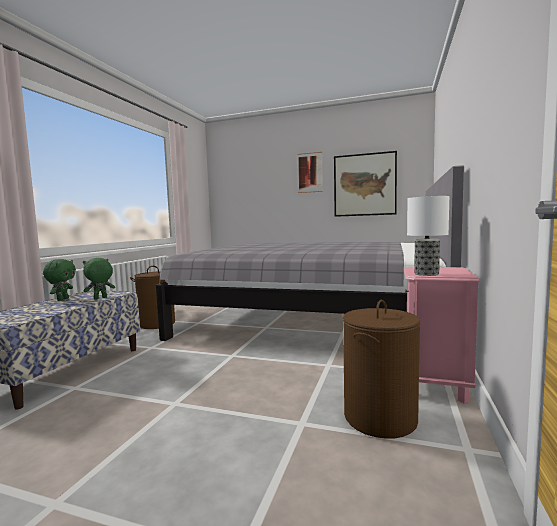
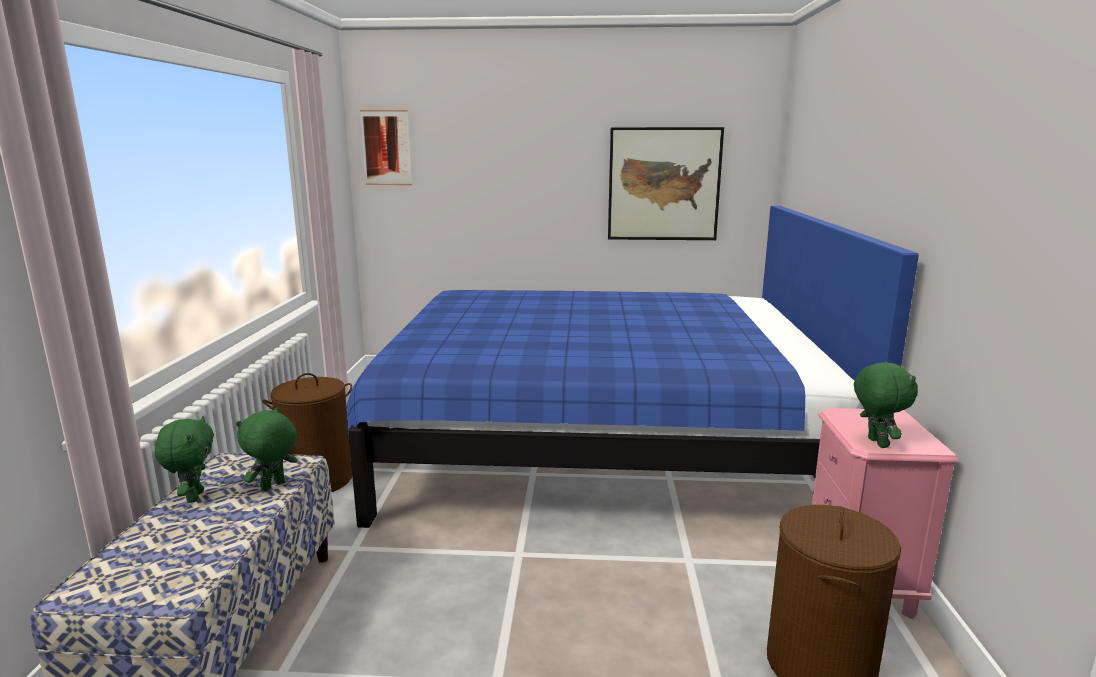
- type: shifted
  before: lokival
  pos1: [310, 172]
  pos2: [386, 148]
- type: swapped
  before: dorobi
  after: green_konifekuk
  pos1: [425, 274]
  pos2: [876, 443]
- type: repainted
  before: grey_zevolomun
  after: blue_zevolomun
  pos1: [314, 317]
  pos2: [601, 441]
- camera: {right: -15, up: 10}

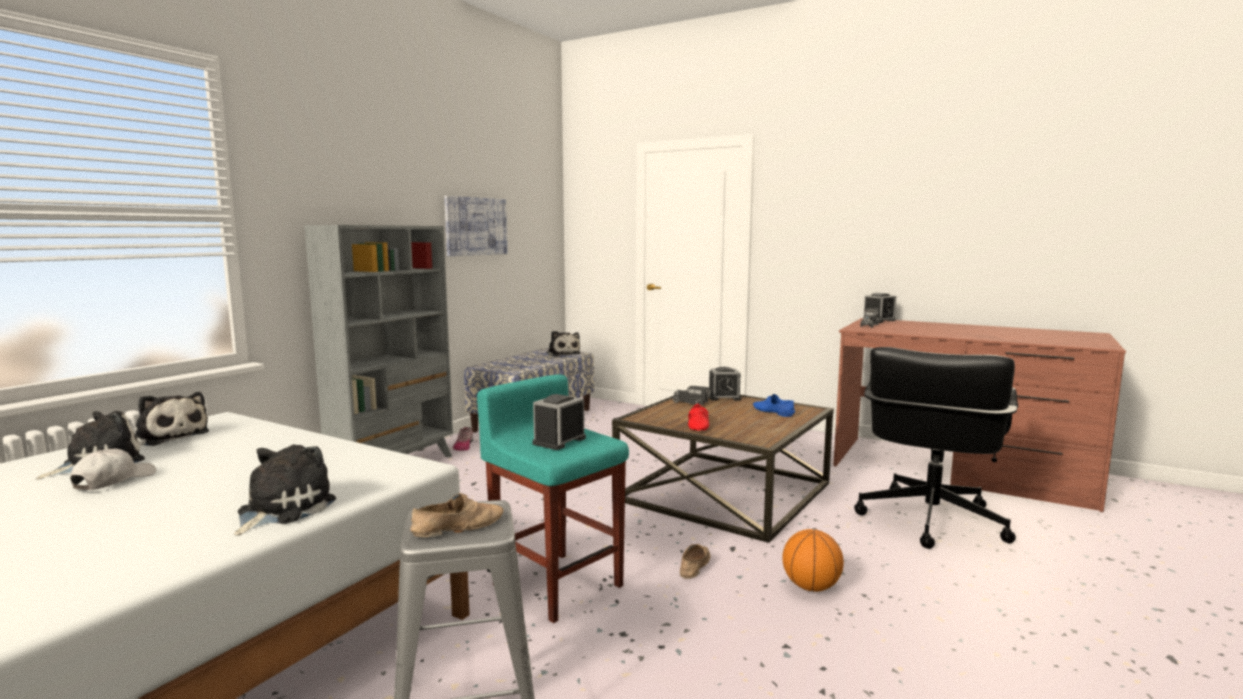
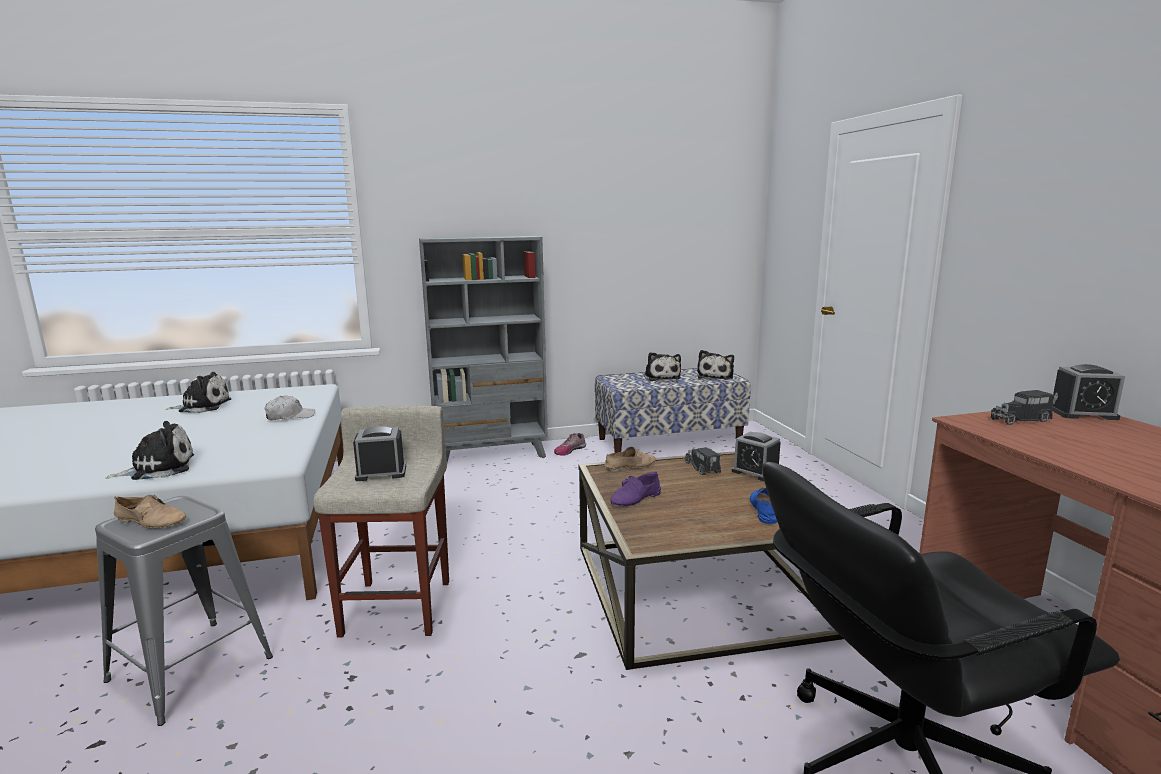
- type: gone
  before: lokival
  pos1: [476, 226]
- type: gone
  before: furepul
  pos1: [811, 587]
- type: shifted
  before: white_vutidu
  pos1: [114, 480]
  pos2: [290, 416]
- type: shifted
  before: konifekuk
  pos1: [170, 436]
  pos2: [661, 377]
- type: shifted
  before: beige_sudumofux
  pos1: [693, 565]
  pos2: [629, 466]
- type: repainted
  before: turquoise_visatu
  after: beige_visatu
  pos1: [556, 584]
  pos2: [398, 606]
- type: repainted
  before: red_sudumofux
  after: purple_sudumofux
  pos1: [699, 425]
  pos2: [636, 498]
- camera: {right: 45, up: 5}

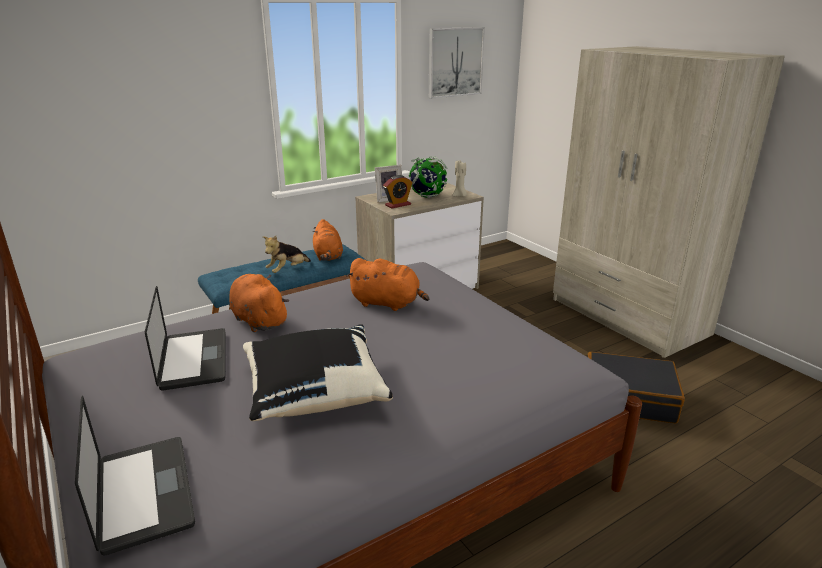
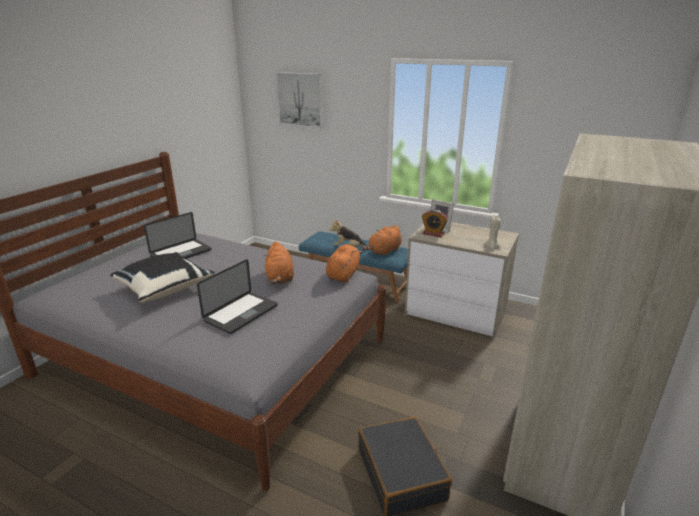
- type: gone
  before: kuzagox
  pos1: [427, 196]
- type: shifted
  before: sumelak
  pos1: [144, 493]
  pos2: [241, 313]
- type: shifted
  before: orange_konifekuk
  pos1: [258, 320]
  pos2: [343, 274]
- type: shifted
  before: lokival
  pos1: [455, 62]
  pos2: [300, 100]
- camera: {right: 60, up: 0}

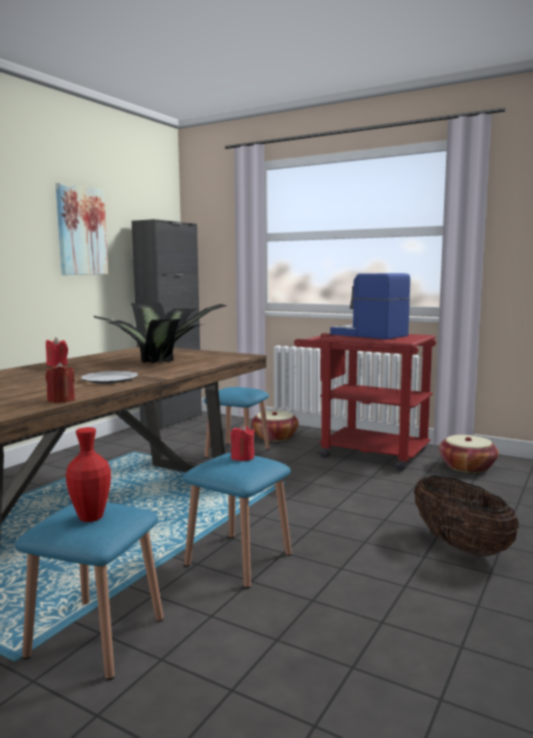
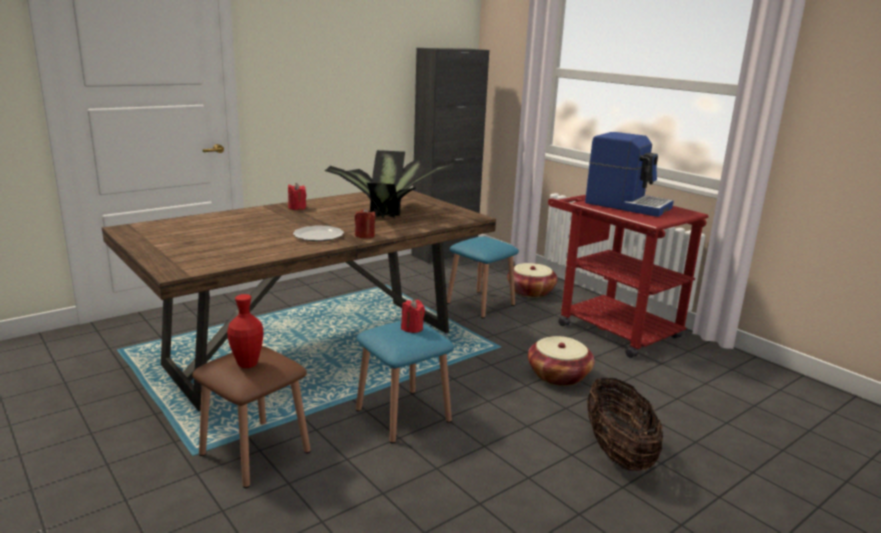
- type: gone
  before: lokival
  pos1: [81, 231]
- type: shifted
  before: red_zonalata
  pos1: [61, 400]
  pos2: [365, 236]
- type: shifted
  before: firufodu
  pos1: [467, 467]
  pos2: [558, 375]
- type: repainted
  before: blue_visatu
  after: brown_visatu
  pos1: [96, 637]
  pos2: [255, 452]
- type: rotated
  before: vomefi
  pos1: [369, 335]
  pos2: [627, 205]
  turn: 150
- camera: {right: 20, up: 10}

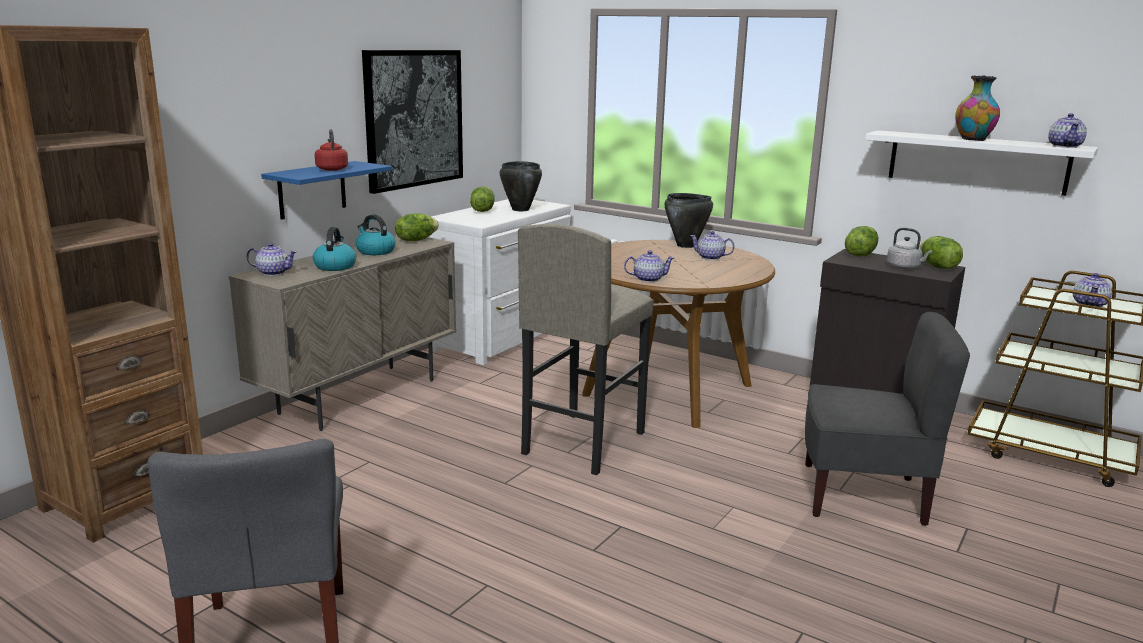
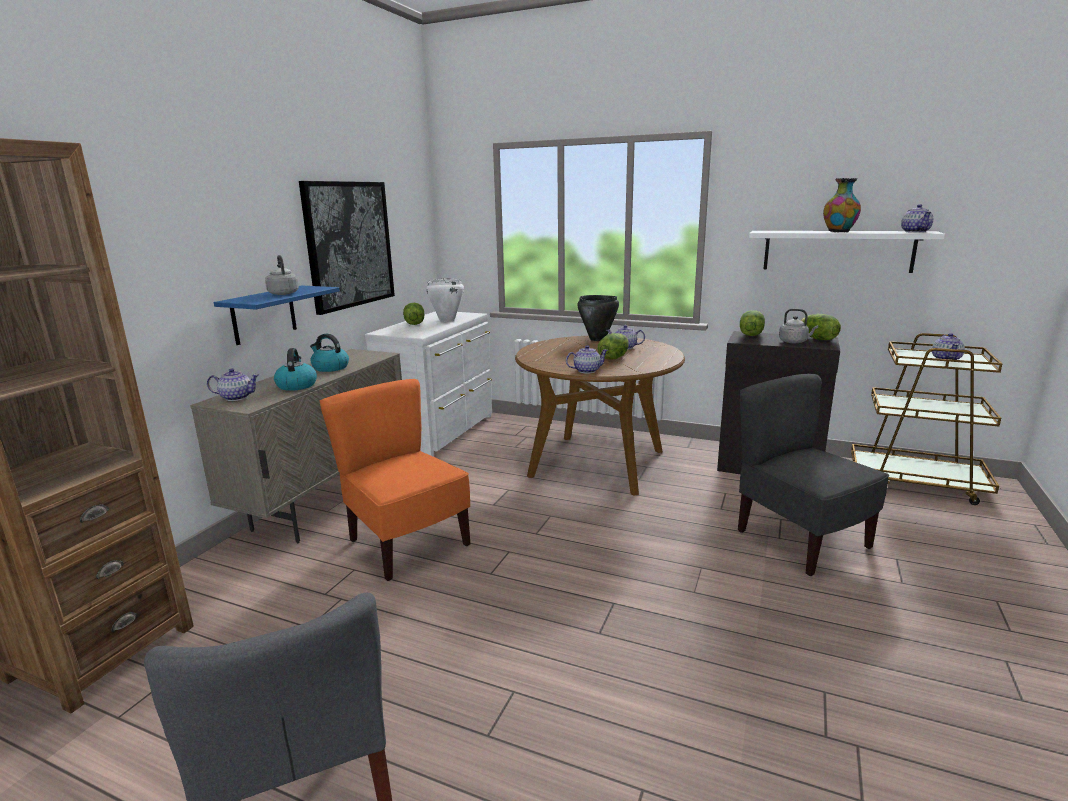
- type: gone
  before: grey_visatu
  pos1: [582, 443]
- type: new
  after: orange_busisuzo
  pos2: [406, 544]
- type: shifted
  before: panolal
  pos1: [416, 240]
  pos2: [613, 358]
- type: repainted
  before: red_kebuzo
  after: grey_kebuzo
  pos1: [332, 169]
  pos2: [283, 293]
- type: repainted
  before: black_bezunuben
  after: white_bezunuben
  pos1: [520, 209]
  pos2: [446, 320]
- type: rotated
  before: grey_busisuzo
  pos1: [863, 495]
  pos2: [800, 540]
  turn: -120
- camera: {right: -10, up: 0}

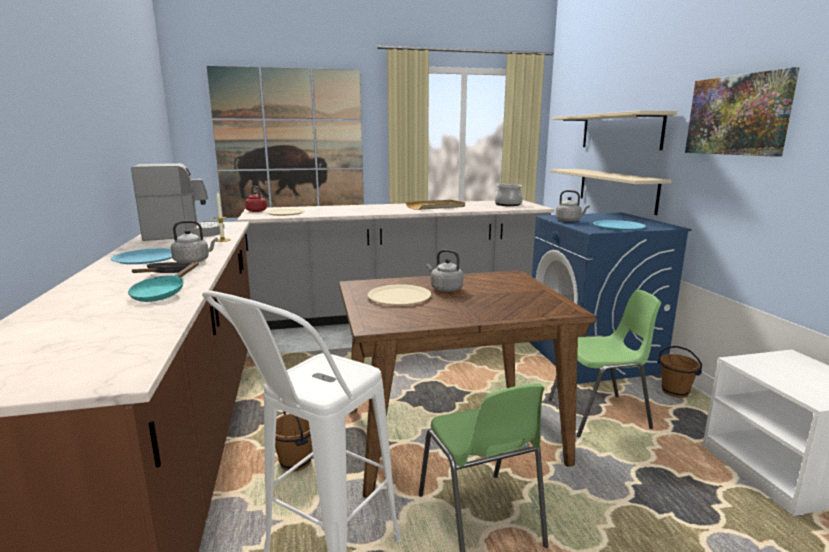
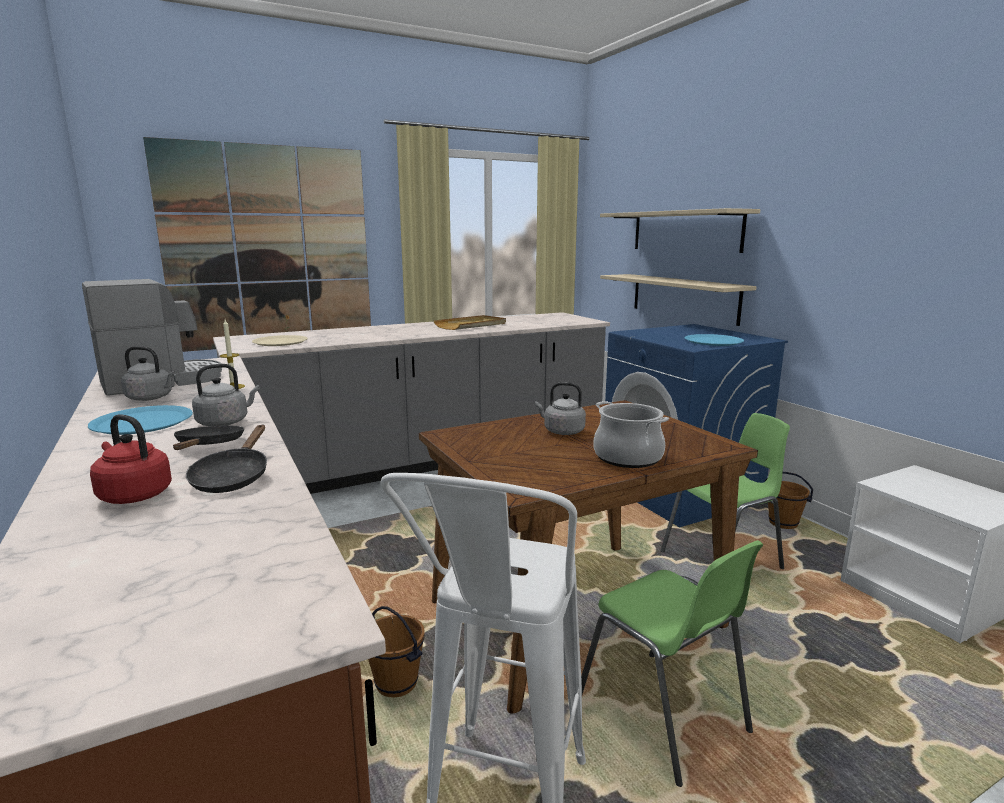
- type: gone
  before: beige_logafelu
  pos1: [399, 296]
- type: gone
  before: lokival
  pos1: [737, 115]
- type: shifted
  before: red_kebuzo
  pos1: [255, 211]
  pos2: [133, 495]
- type: shifted
  before: bezunuben
  pos1: [508, 204]
  pos2: [628, 457]
- type: shifted
  before: grey_kebuzo
  pos1: [569, 221]
  pos2: [151, 398]
- type: repainted
  before: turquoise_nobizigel
  after: black_nobizigel
  pos1: [162, 294]
  pos2: [233, 477]
- camera: {right: -15, up: 0}

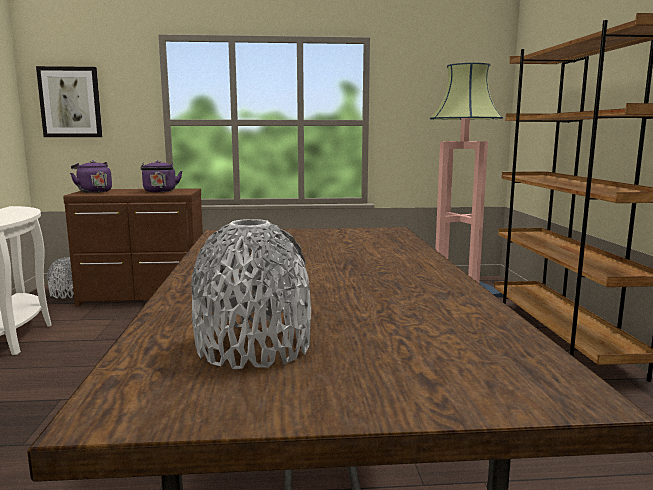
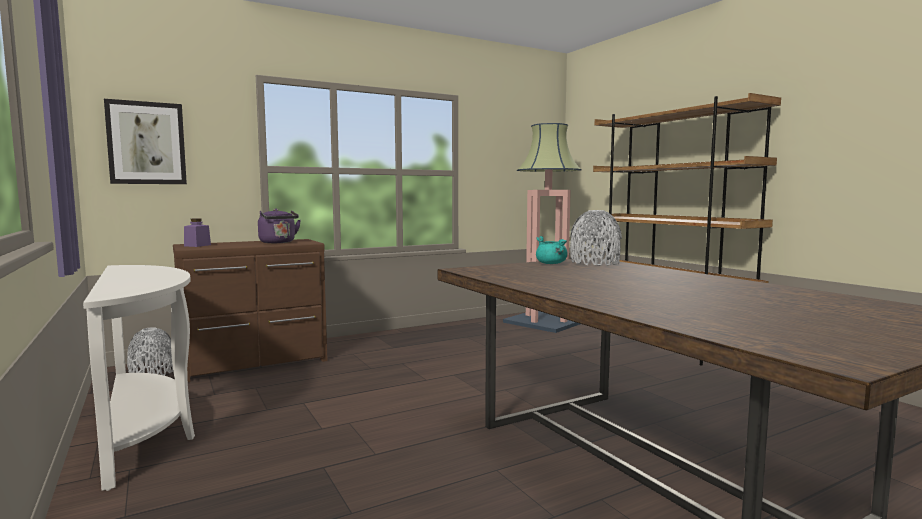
- type: new
  after: turquoise_bezunuben
  pos2: [551, 263]
- type: shifted
  before: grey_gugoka
  pos1: [253, 346]
  pos2: [594, 263]
- type: swapped
  before: purple_kebuzo
  after: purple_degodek
  pos1: [93, 191]
  pos2: [197, 245]
- camera: {right: -25, up: -5}

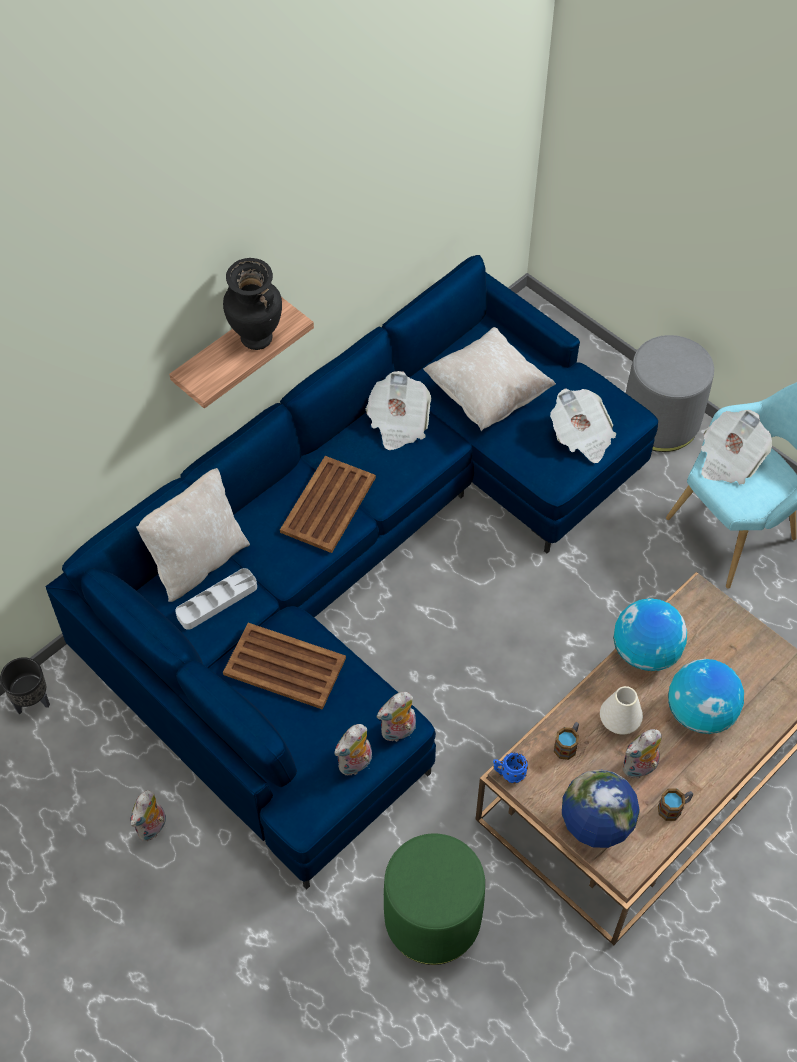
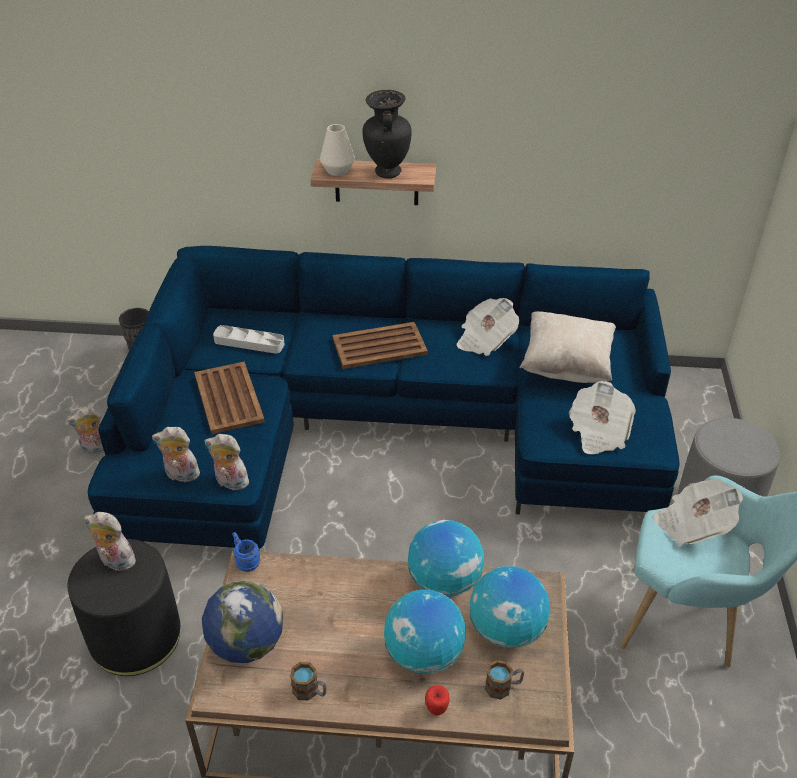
- type: gone
  before: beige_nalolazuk
  pos1: [198, 561]
- type: new
  after: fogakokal
  pos2: [436, 709]
- type: new
  after: kuzagox
  pos2: [506, 630]
- type: shifted
  before: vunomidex
  pos1: [567, 745]
  pos2: [503, 687]
- type: shifted
  before: white_gugoka
  pos1: [619, 721]
  pos2: [338, 170]
- type: shifted
  before: konifekuk
  pos1: [639, 768]
  pos2: [115, 562]
- type: repainted
  before: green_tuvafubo
  after: black_tuvafubo
  pos1: [432, 919]
  pos2: [136, 637]
- camera: {right: 50, up: -15}

